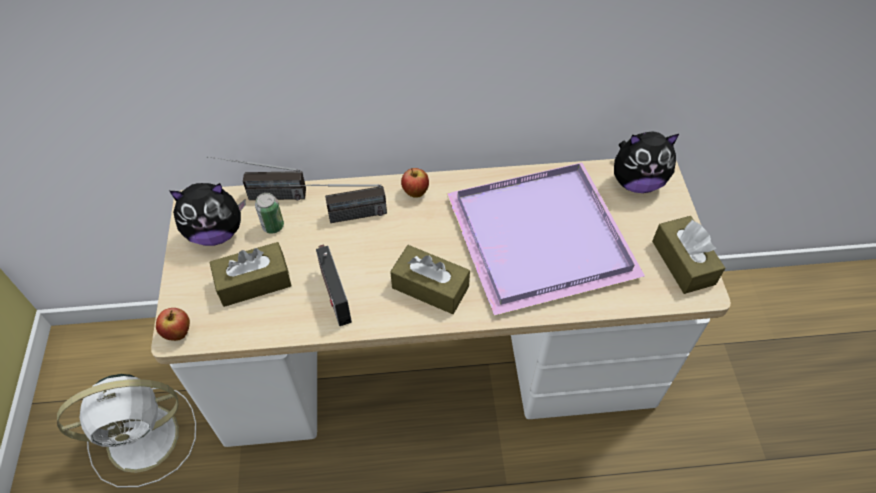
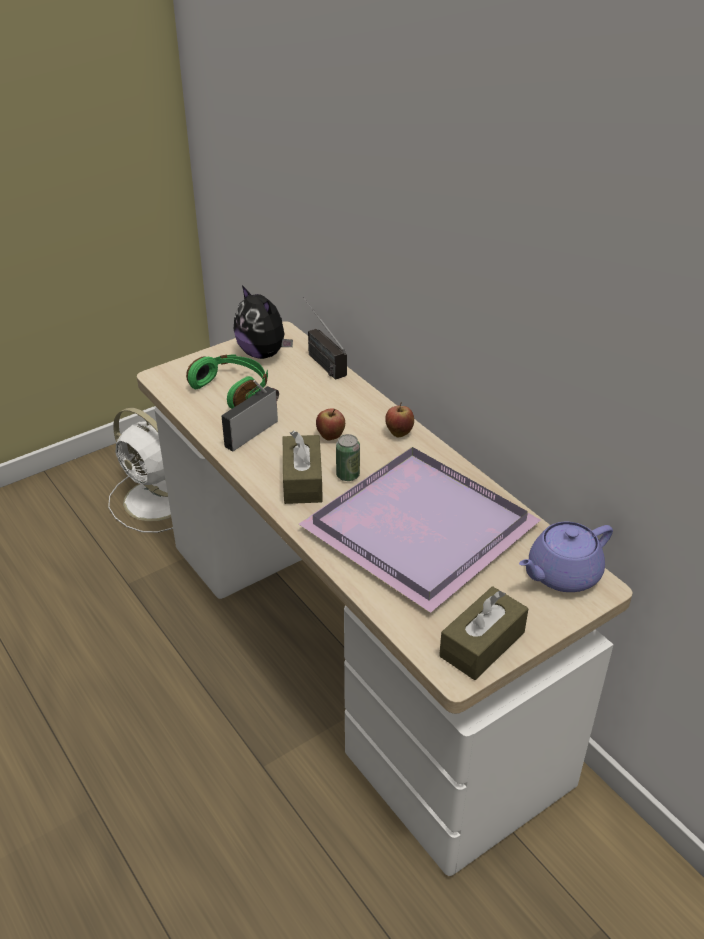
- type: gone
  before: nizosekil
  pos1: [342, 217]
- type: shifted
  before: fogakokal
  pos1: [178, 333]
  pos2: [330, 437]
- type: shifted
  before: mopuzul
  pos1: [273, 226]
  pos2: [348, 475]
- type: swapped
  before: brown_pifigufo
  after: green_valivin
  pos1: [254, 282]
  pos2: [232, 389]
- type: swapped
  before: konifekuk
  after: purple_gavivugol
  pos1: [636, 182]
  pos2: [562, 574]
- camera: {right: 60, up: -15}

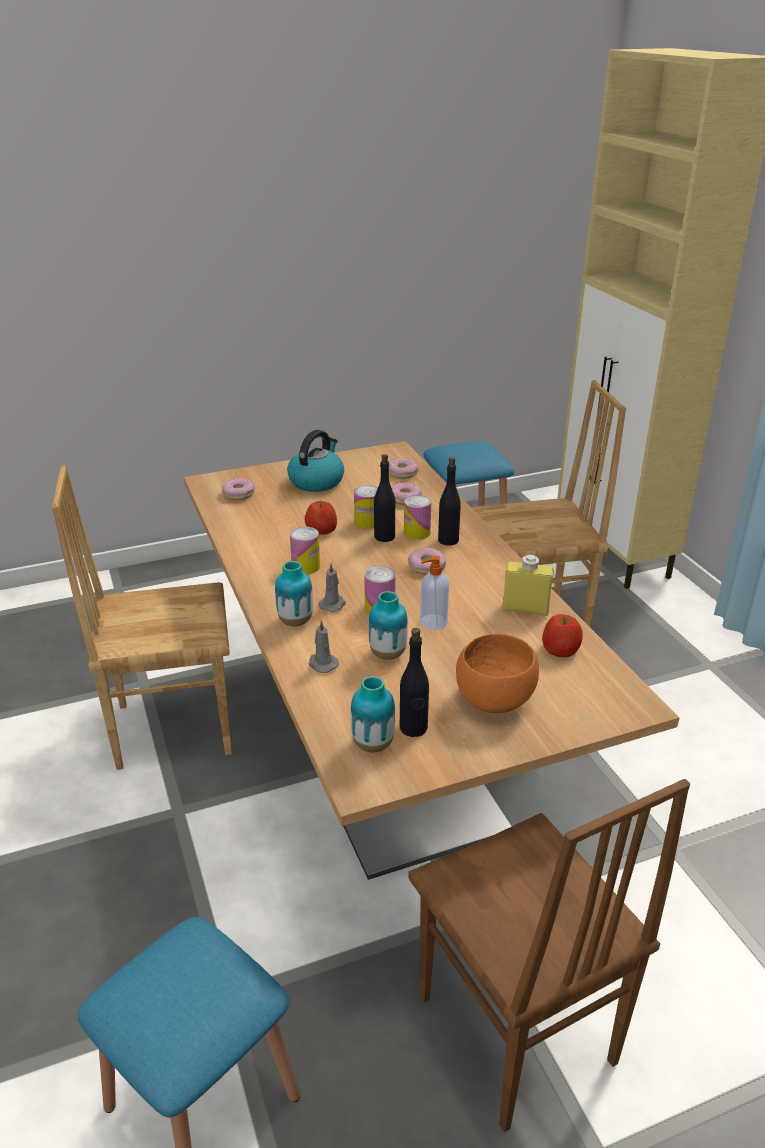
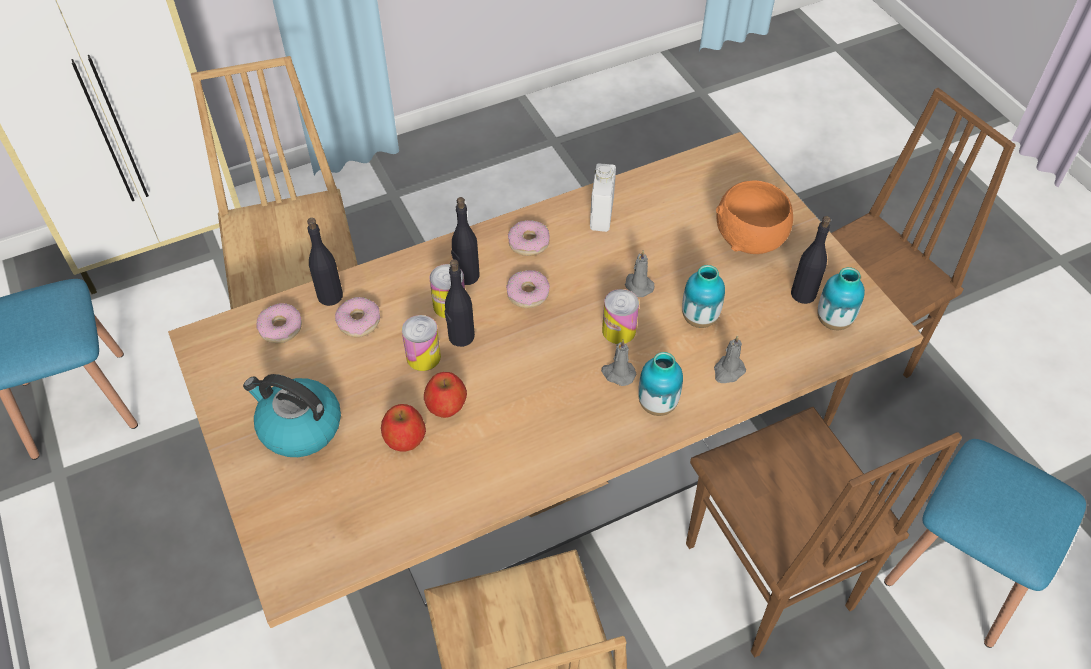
- type: gone
  before: mopuzul
  pos1: [305, 566]
- type: new
  after: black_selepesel
  pos2: [330, 296]
- type: new
  after: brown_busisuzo
  pos2: [766, 578]
- type: shifted
  before: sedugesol
  pos1: [238, 494]
  pos2: [529, 243]
- type: shifted
  before: fogakokal
  pos1: [560, 649]
  pos2: [405, 437]
- type: swapped
  before: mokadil
  after: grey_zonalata
  pos1: [432, 622]
  pos2: [638, 285]
- type: repainted
  before: yellow_selepesel
  after: white_selepesel
  pos1: [525, 609]
  pos2: [601, 214]
- camera: {right: -95, up: 20}

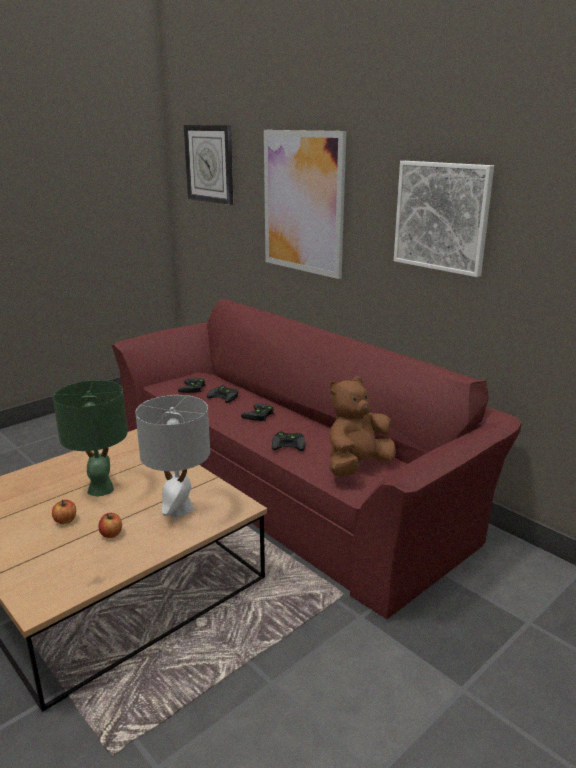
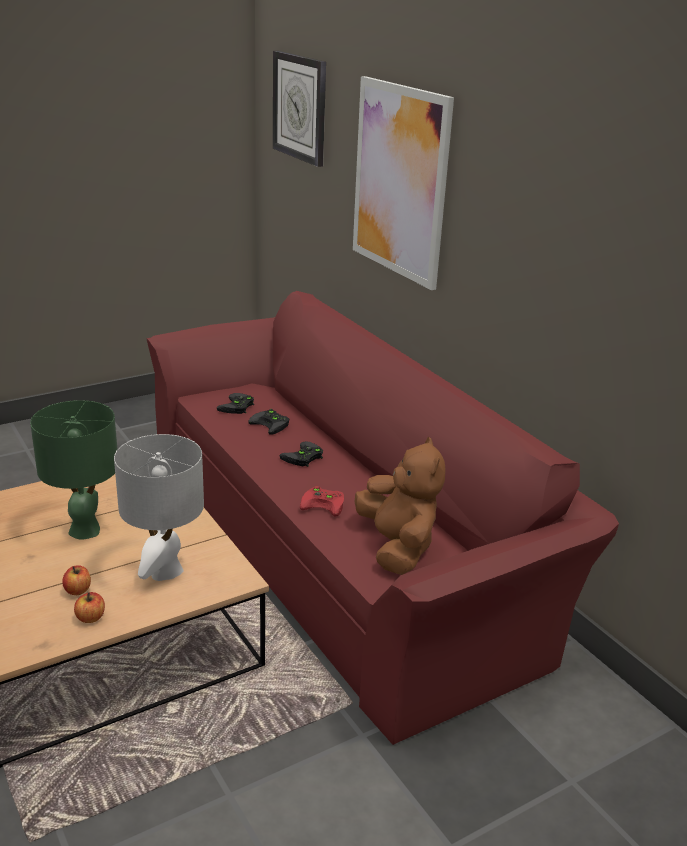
- type: gone
  before: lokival
  pos1: [442, 216]
- type: shifted
  before: fogakokal
  pos1: [65, 520]
  pos2: [90, 618]
- type: repainted
  before: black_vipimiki
  after: red_vipimiki
  pos1: [289, 443]
  pos2: [325, 504]
- type: rotated
  before: brown_konifekuk
  pos1: [357, 466]
  pos2: [397, 547]
  turn: 105
- camera: {right: 10, up: 5}

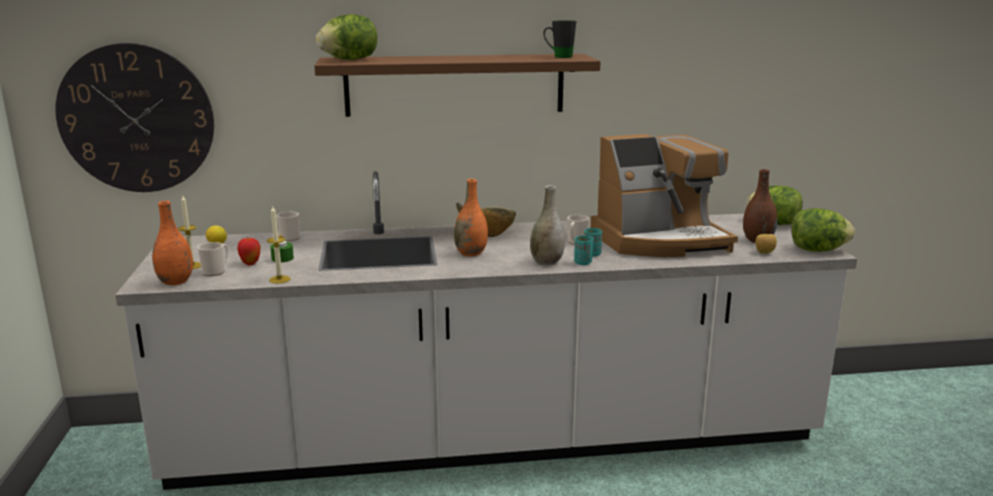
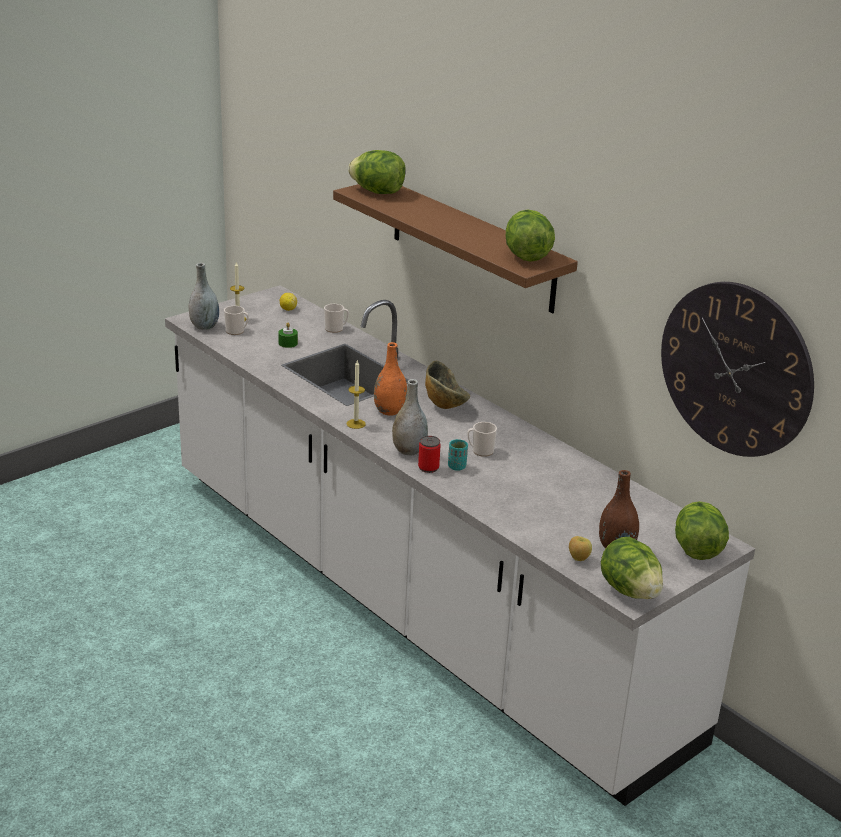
- type: gone
  before: fogakokal
  pos1: [250, 263]
- type: gone
  before: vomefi
  pos1: [660, 241]
- type: shifted
  before: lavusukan
  pos1: [136, 119]
  pos2: [735, 369]
- type: shifted
  before: zonalata
  pos1: [279, 279]
  pos2: [356, 424]
- type: swapped
  before: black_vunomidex
  after: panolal
  pos1: [558, 56]
  pos2: [526, 256]
- type: swapped
  before: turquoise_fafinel
  after: mopuzul
  pos1: [583, 262]
  pos2: [428, 468]
- type: repainted
  before: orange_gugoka
  after: grey_gugoka
  pos1: [175, 282]
  pos2: [204, 326]
- camera: {right: 55, up: 10}

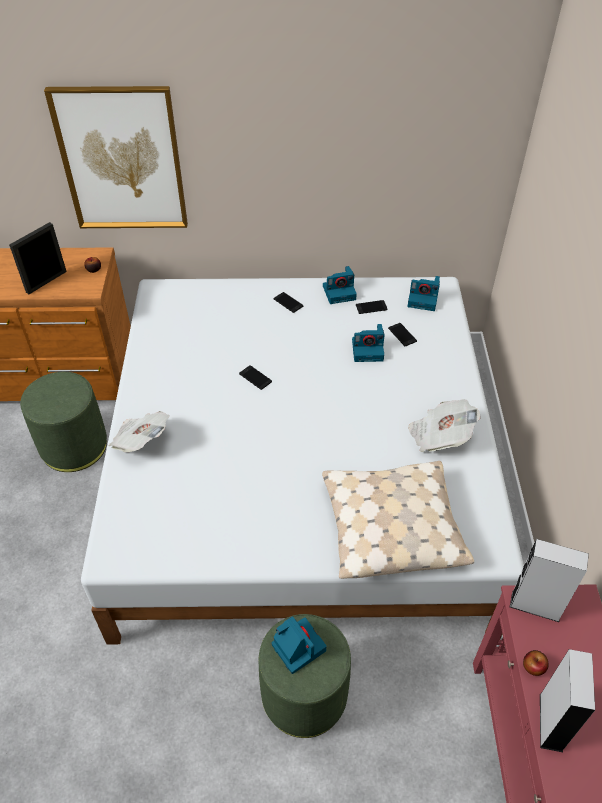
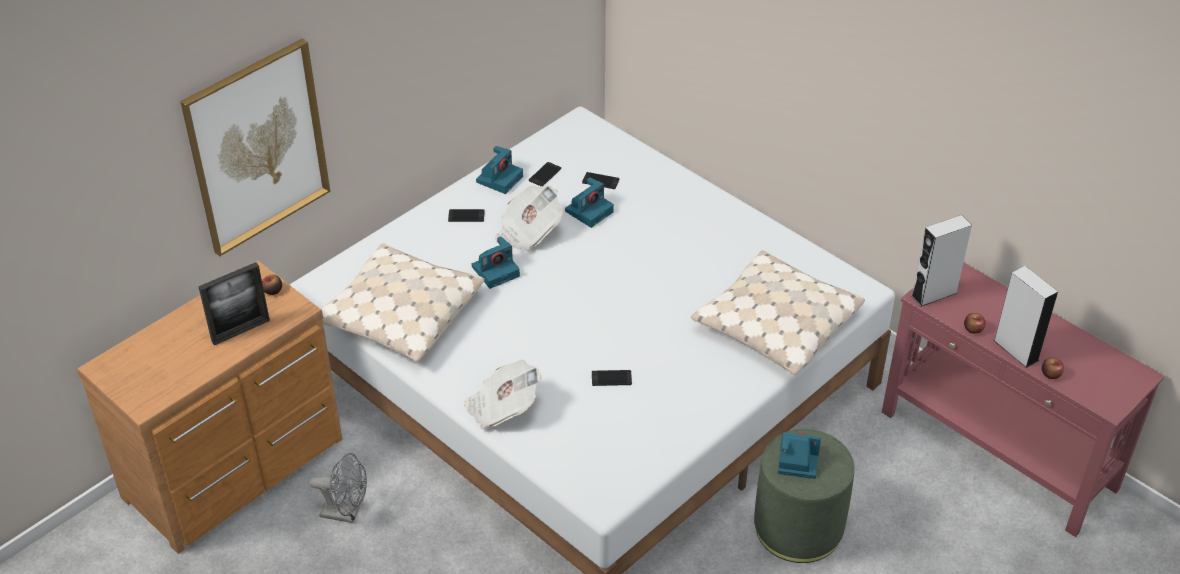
- type: new
  after: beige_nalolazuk
  pos2: [400, 315]
- type: new
  after: fogakokal
  pos2: [1050, 374]
- type: shifted
  before: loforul
  pos1: [255, 378]
  pos2: [611, 378]
- type: shifted
  before: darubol
  pos1: [423, 299]
  pos2: [496, 270]
- type: shifted
  before: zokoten
  pos1: [440, 436]
  pos2: [528, 232]
- type: swapped
  before: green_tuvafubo
  after: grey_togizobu
  pos1: [74, 446]
  pos2: [346, 513]
- type: rotated
  before: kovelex
  pos1: [46, 282]
  pos2: [241, 331]
  turn: -120
- camera: {right: -45, up: -5}

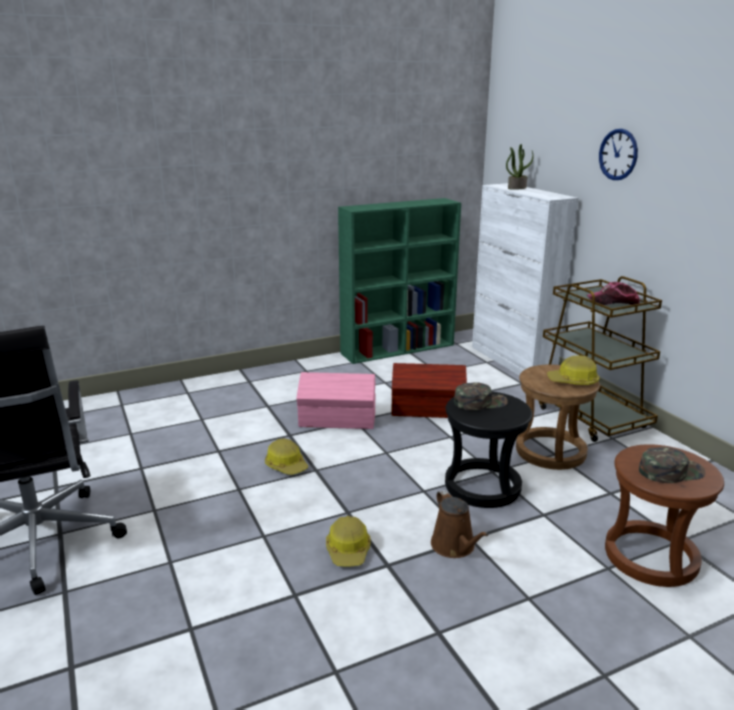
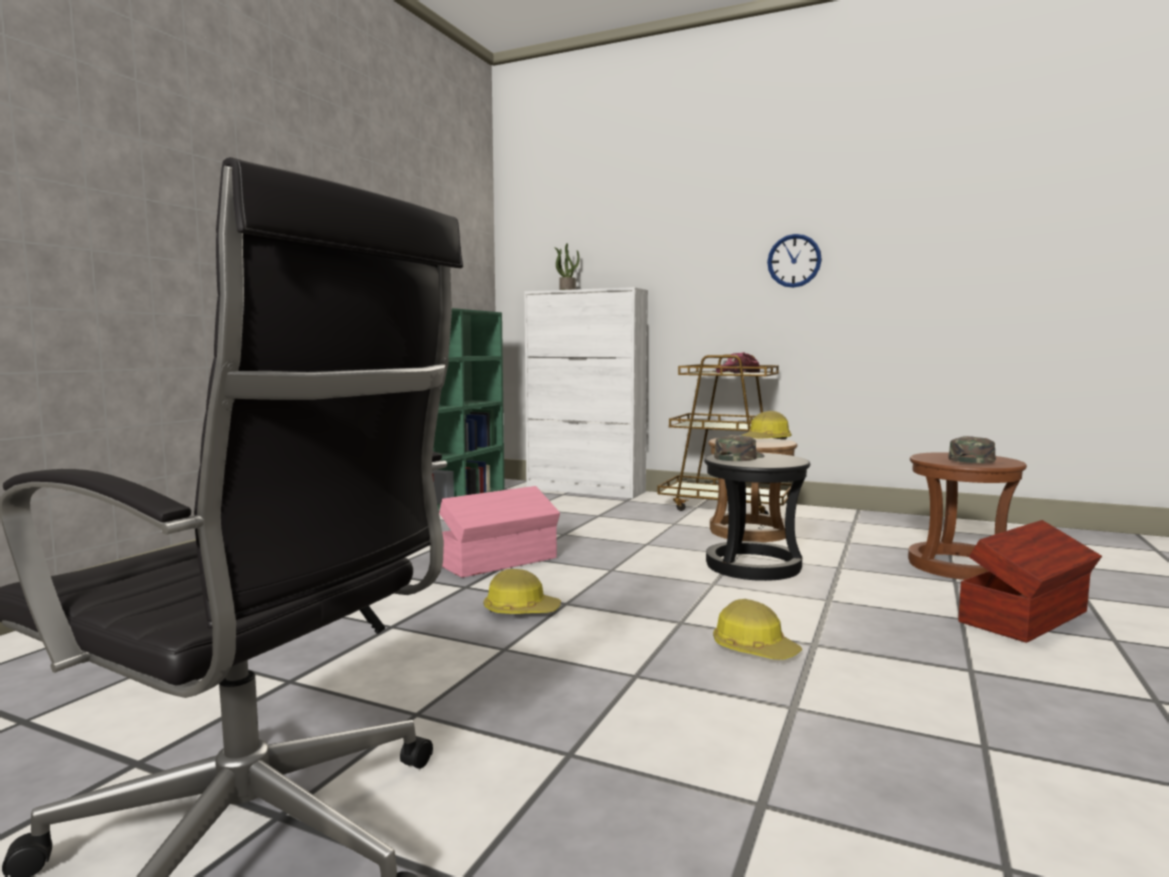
- type: gone
  before: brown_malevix
  pos1: [455, 547]
- type: shifted
  before: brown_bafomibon
  pos1: [428, 410]
  pos2: [1026, 617]
- type: shifted
  before: lavusukan
  pos1: [618, 154]
  pos2: [794, 261]
- camera: {right: -40, up: -15}

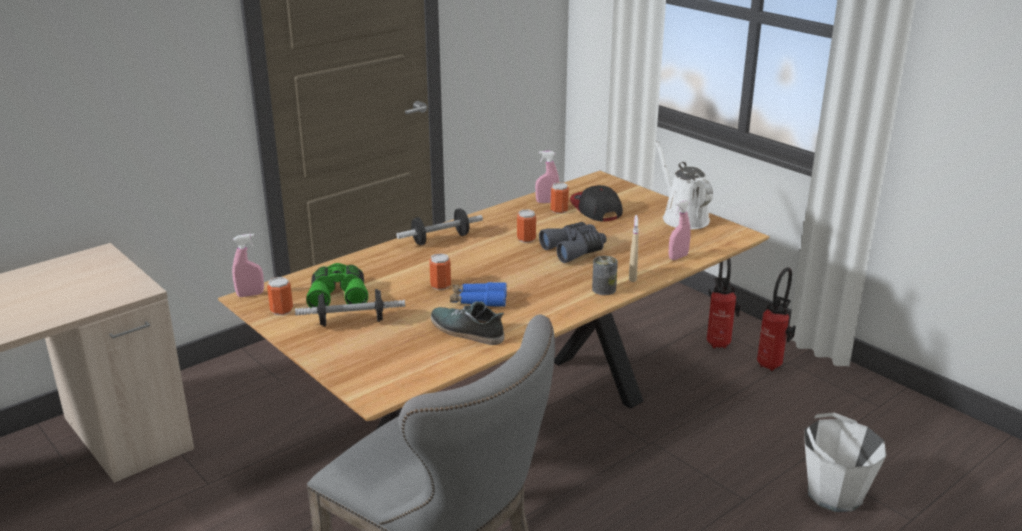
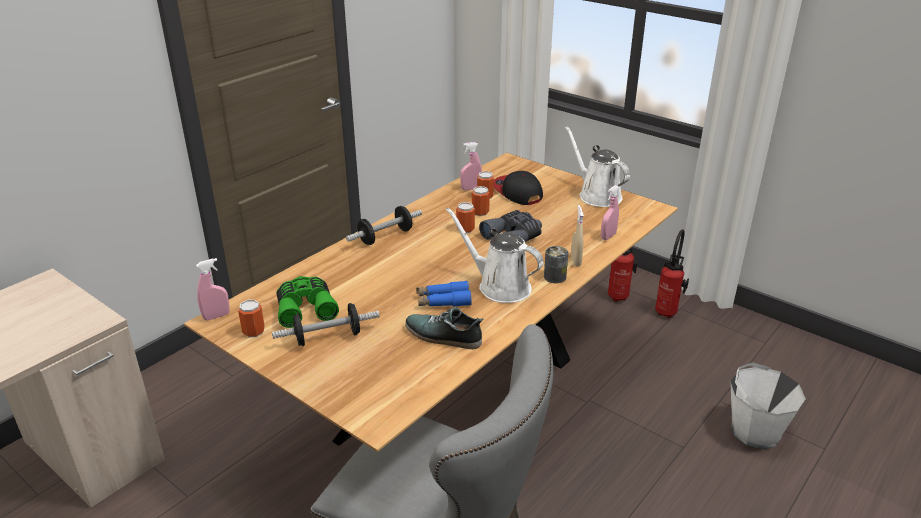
- type: new
  after: white_malevix
  pos2: [499, 286]
- type: shifted
  before: mopuzul
  pos1: [440, 285]
  pos2: [480, 212]
- camera: {right: -10, up: 5}

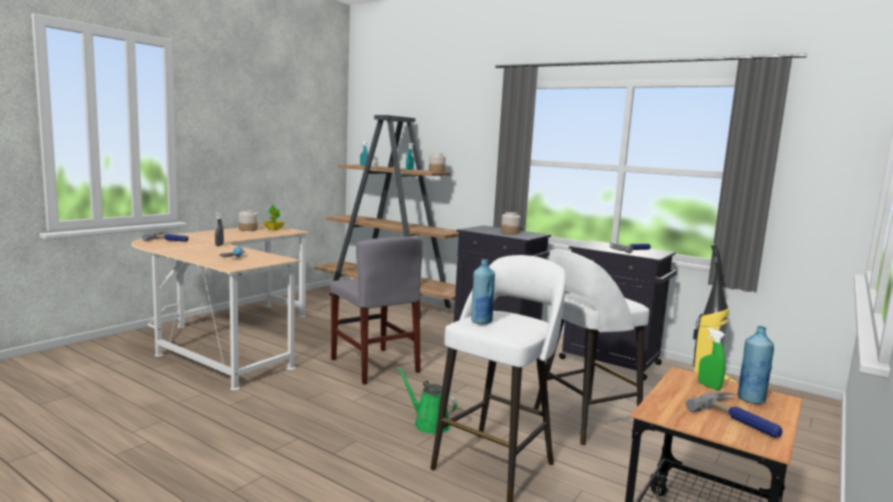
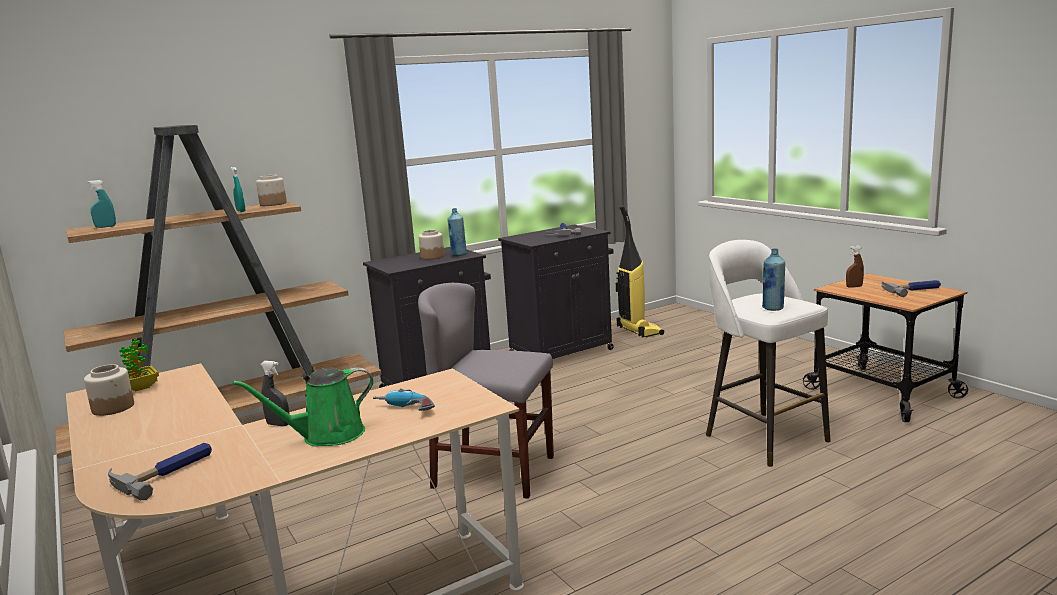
- type: gone
  before: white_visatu
  pos1: [583, 421]
- type: shifted
  before: green_malevix
  pos1: [429, 423]
  pos2: [327, 436]
- type: shifted
  before: blue_selepesel
  pos1: [751, 399]
  pos2: [459, 254]
- type: repainted
  before: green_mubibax
  after: brown_mubibax
  pos1: [709, 386]
  pos2: [854, 286]
- type: rotated
  before: grey_busisuzo
  pos1: [374, 365]
  pos2: [494, 472]
  turn: -150
- camera: {right: -65, up: 5}

